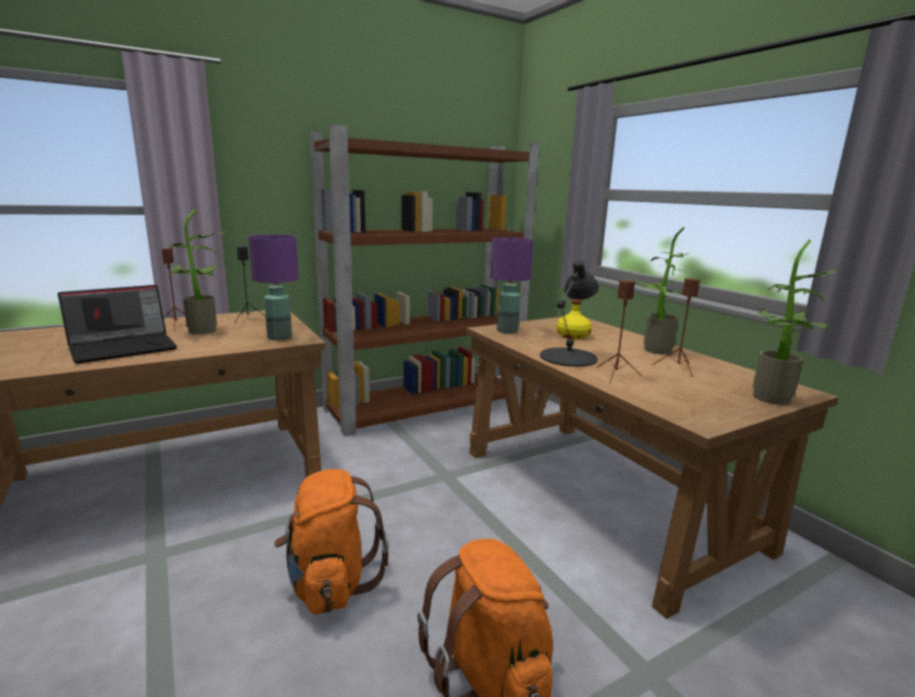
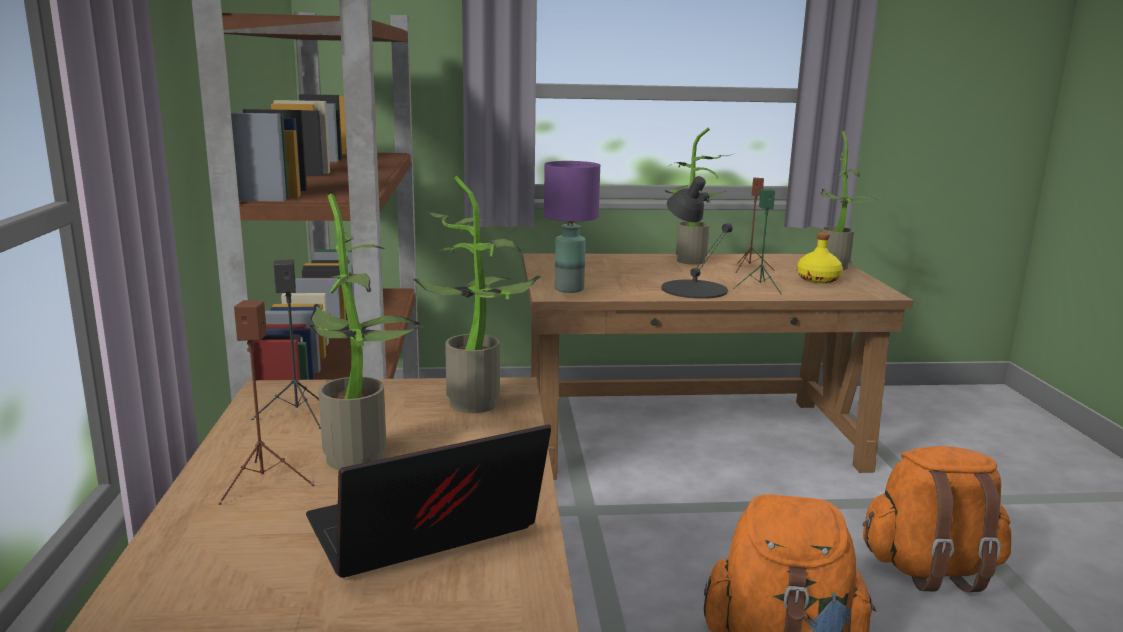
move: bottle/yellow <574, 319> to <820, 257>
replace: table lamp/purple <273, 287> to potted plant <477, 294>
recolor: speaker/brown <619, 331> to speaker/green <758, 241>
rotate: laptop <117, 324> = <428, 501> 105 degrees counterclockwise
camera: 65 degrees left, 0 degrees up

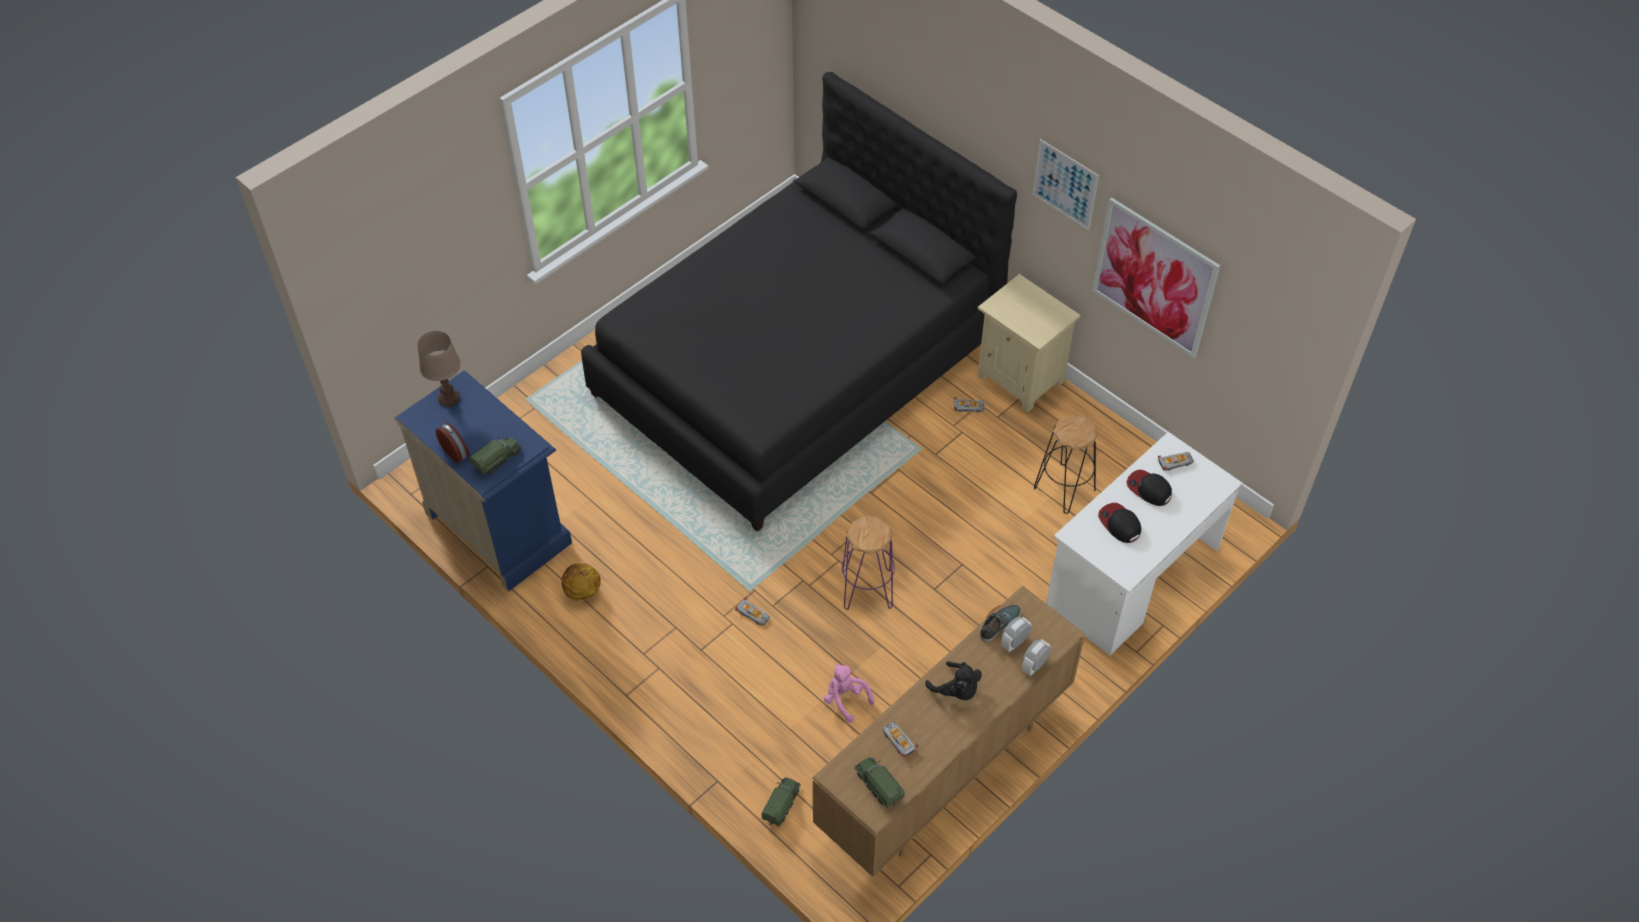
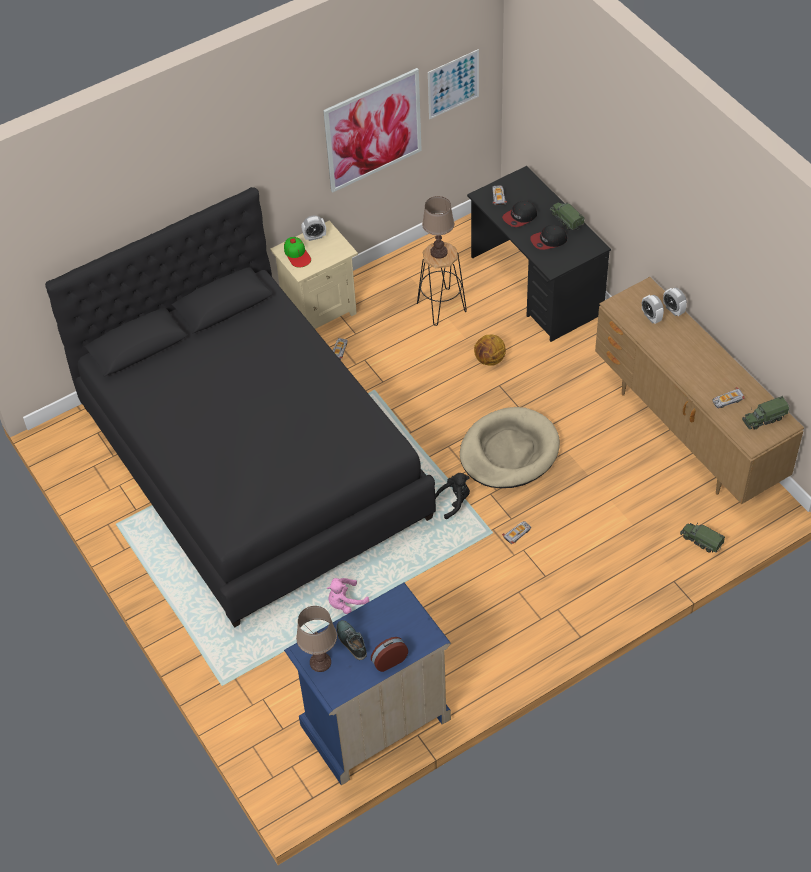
insert: cap <297, 252>; alarm clock <313, 228>; table lamp/brown <438, 227>
move: plush toy/pink <849, 693> to <348, 596>; shoe <1000, 623> to <352, 640>; picture <1065, 184> to <453, 84>; plush toy/black <953, 680> to <452, 496>; basketball <581, 582> to <490, 350>; toy truck <495, 456> to <567, 216>
replace: stool/purple <868, 563> to dog bed/beige <510, 447>
recolor: desk/white <1144, 543> to desk/black <539, 254>
camera: 75 degrees left, 0 degrees up

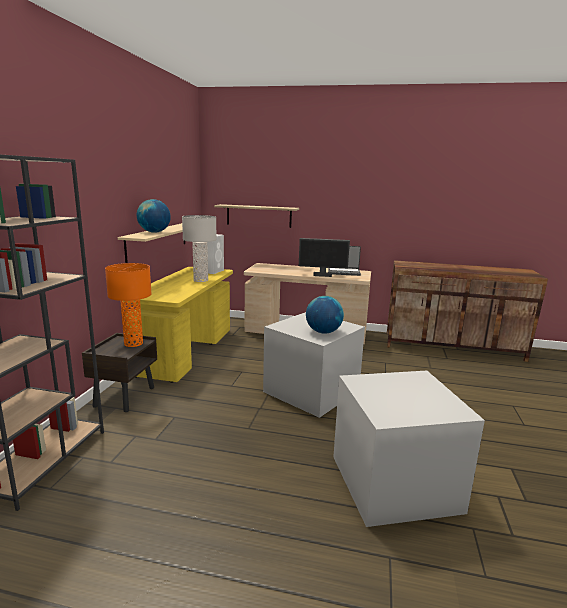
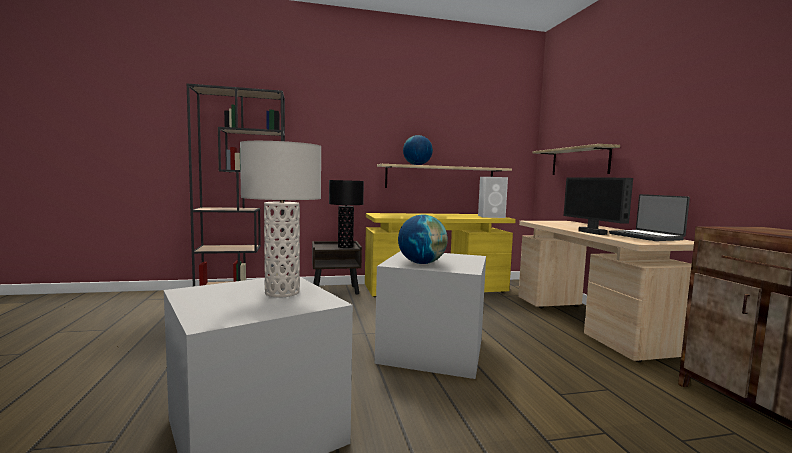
move: table lamp/white <199, 248> to <280, 219>
recolor: table lamp/orange <128, 305> to table lamp/black <346, 214>
camera: 65 degrees right, 10 degrees down

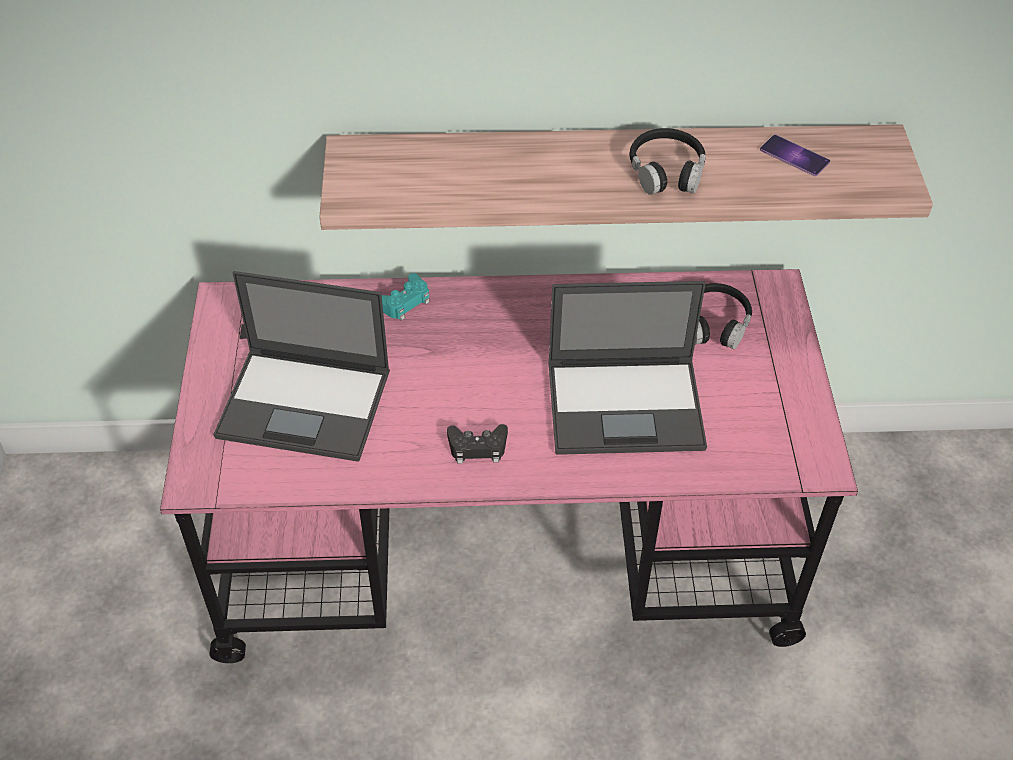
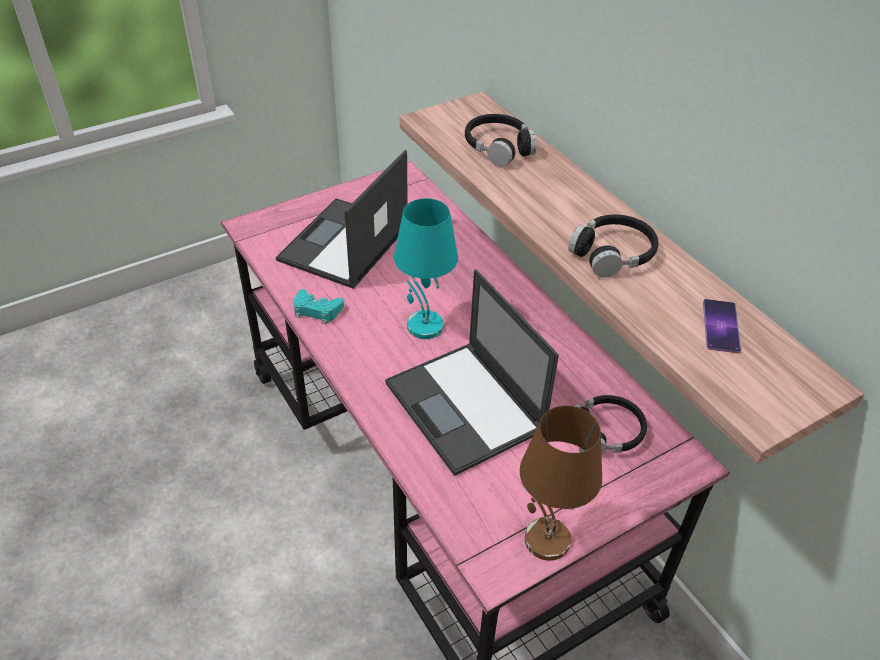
delete: game controller/black <477, 443>
insert: table lamp/turquoise <426, 268>; headphones/black <501, 140>; table lamp/brown <561, 483>
move: game controller/turquoise <406, 296> to <319, 306>
rotate: laptop <301, 366> = <341, 219> 45 degrees clockwise
camera: 60 degrees right, 5 degrees down

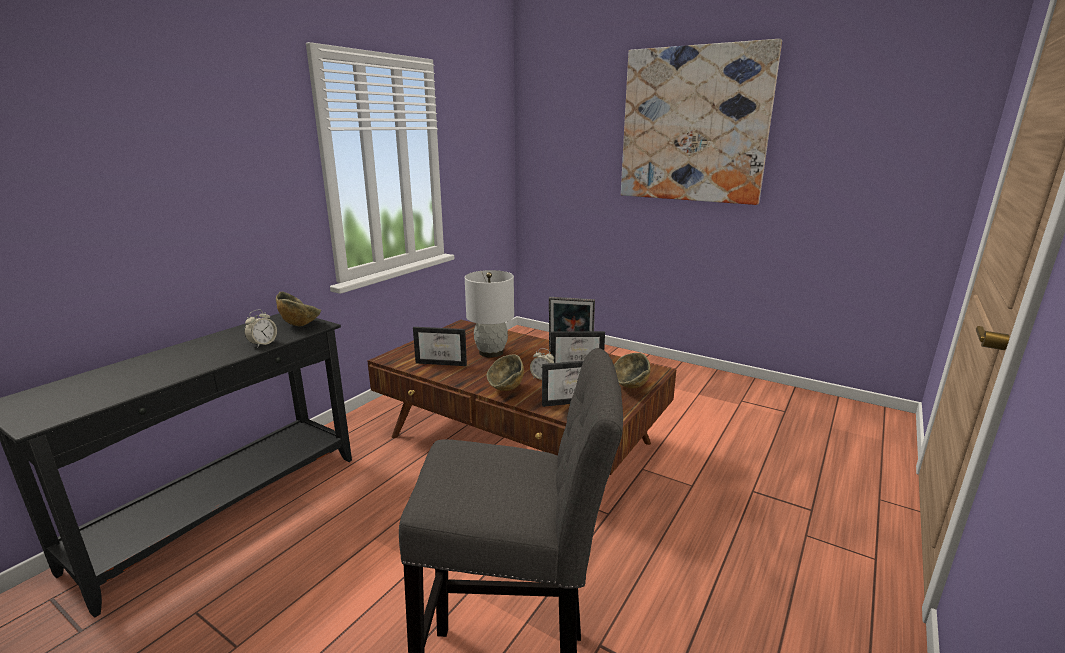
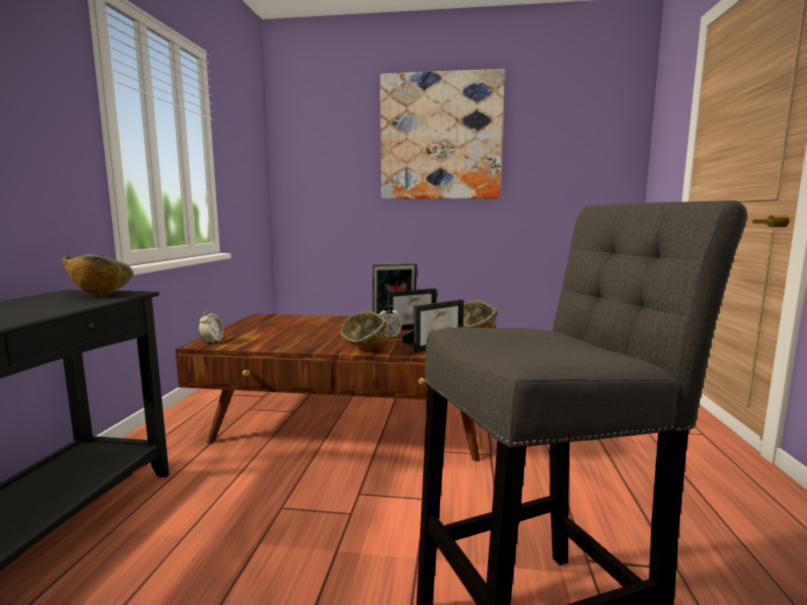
delete: picture frame <440, 346>; table lamp/white <489, 314>
move: alarm clock <260, 329> to <211, 327>
camera: 25 degrees left, 10 degrees down

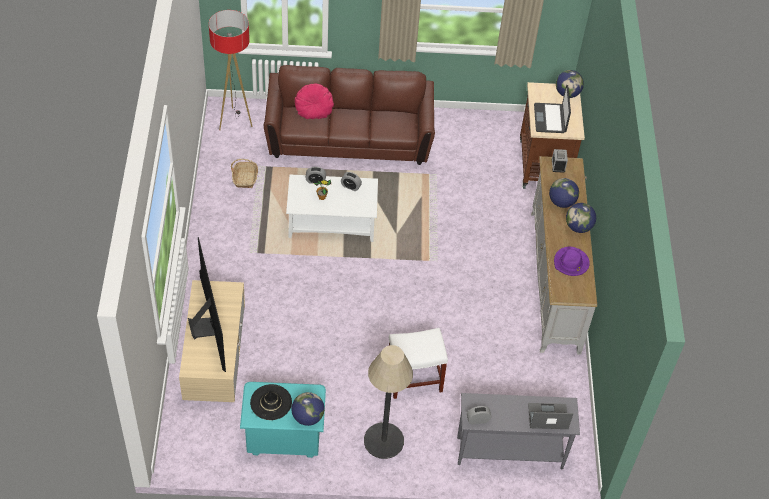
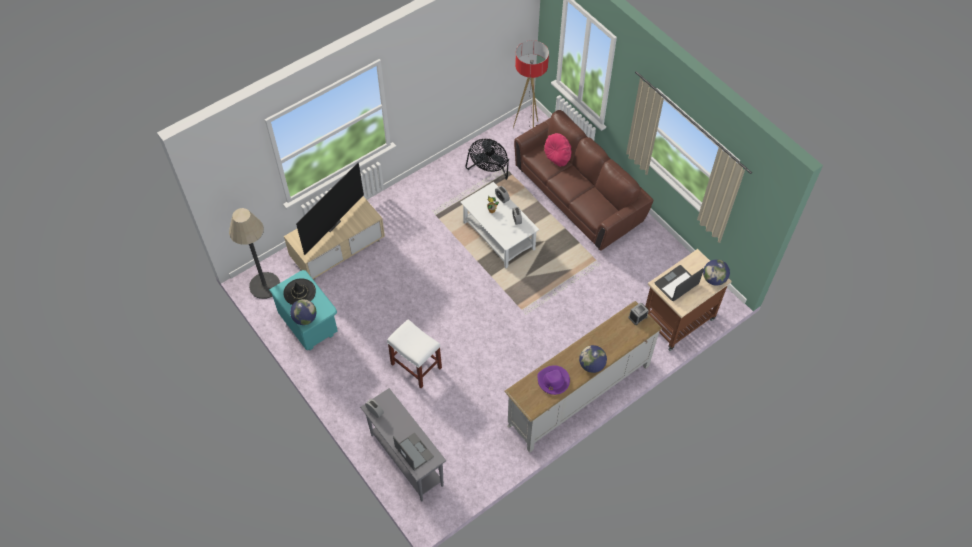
delete: globe <564, 193>
move: floor lamp <388, 402> to <254, 253>
replace: basket <244, 173> to fan/black <487, 159>
camera: 55 degrees right, 5 degrees up

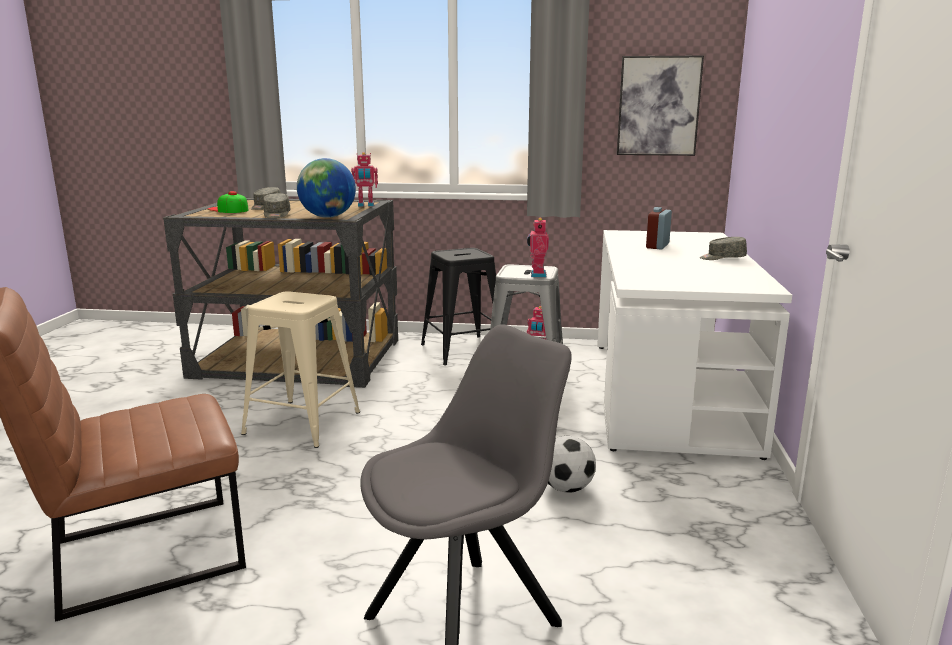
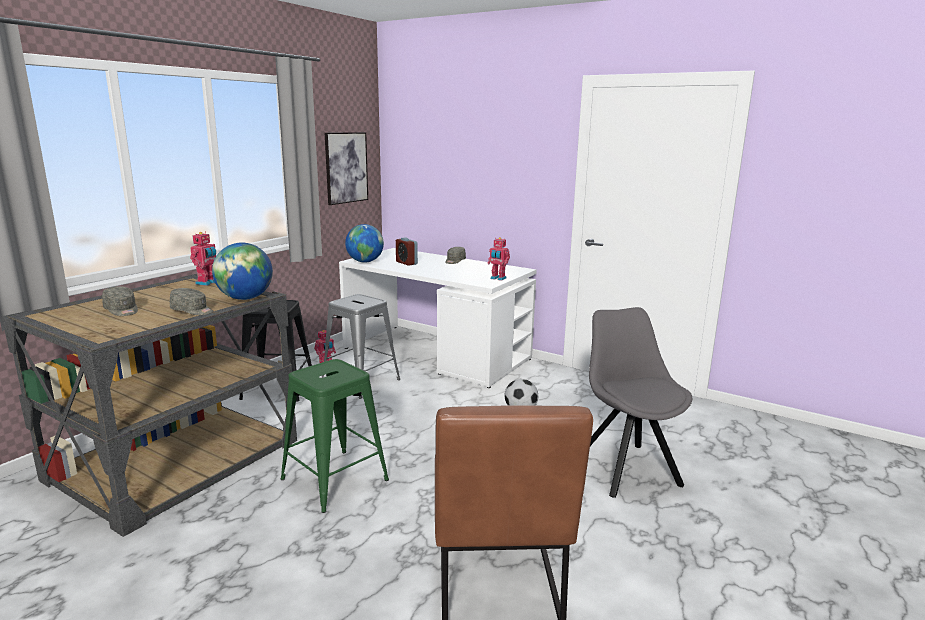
delete: cap <228, 202>
insert: globe <364, 243>
move: toy robot <538, 247> to <499, 259>
recolor: stool/beige <300, 370> to stool/green <335, 436>
camera: 65 degrees left, 0 degrees up

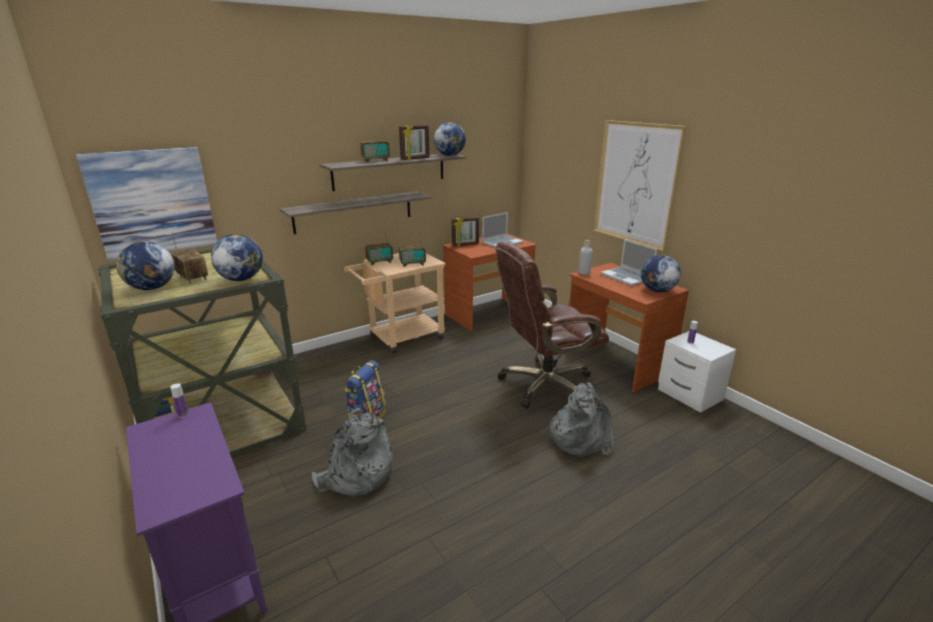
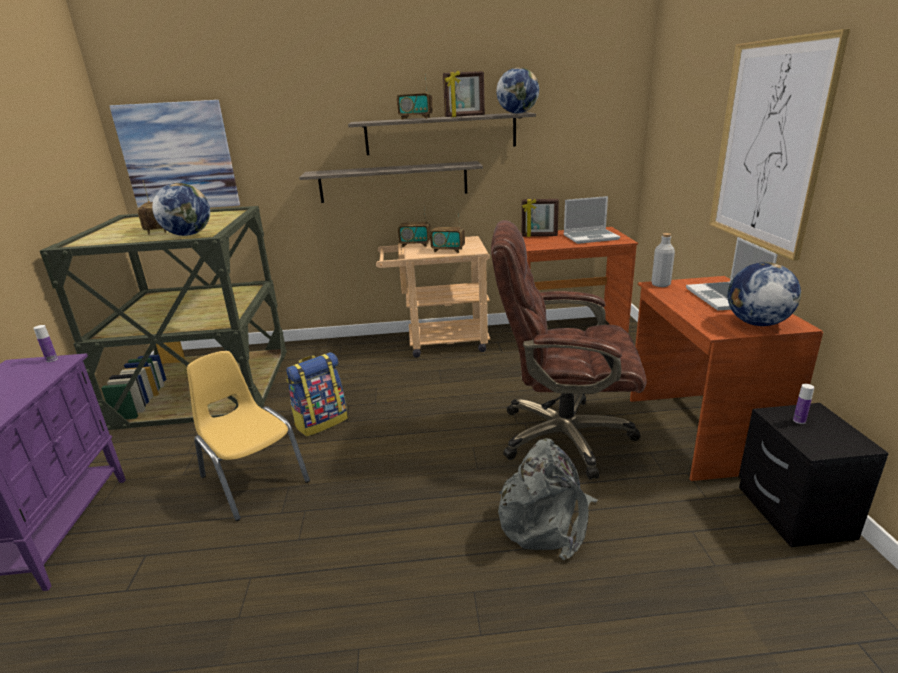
delete: globe <145, 265>
replace: backpack/grey <352, 452> to chair/yellow <248, 436>
recolor: nightstand/white <697, 372> to nightstand/black <814, 475>
camera: 30 degrees right, 0 degrees up

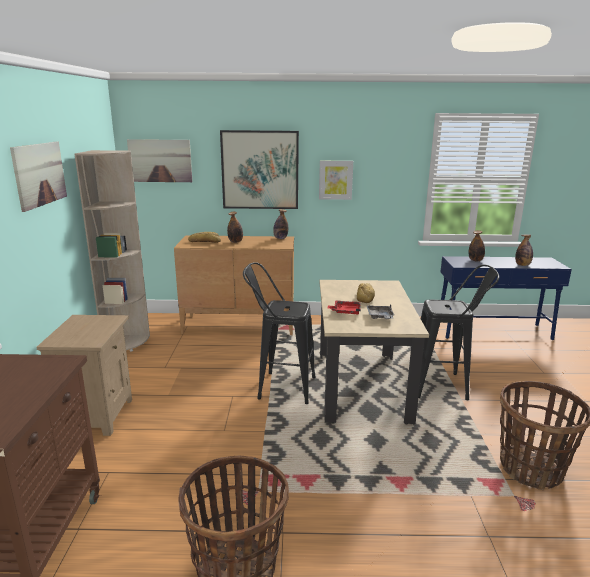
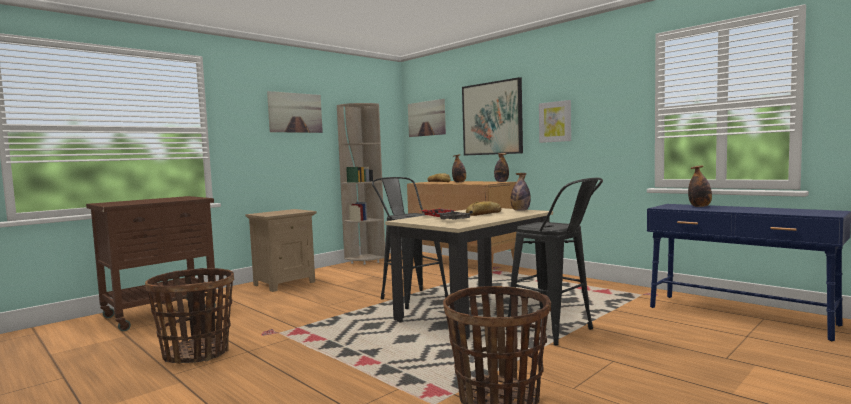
move: bottle <524, 250> to <521, 192>
camera: 45 degrees right, 15 degrees down

